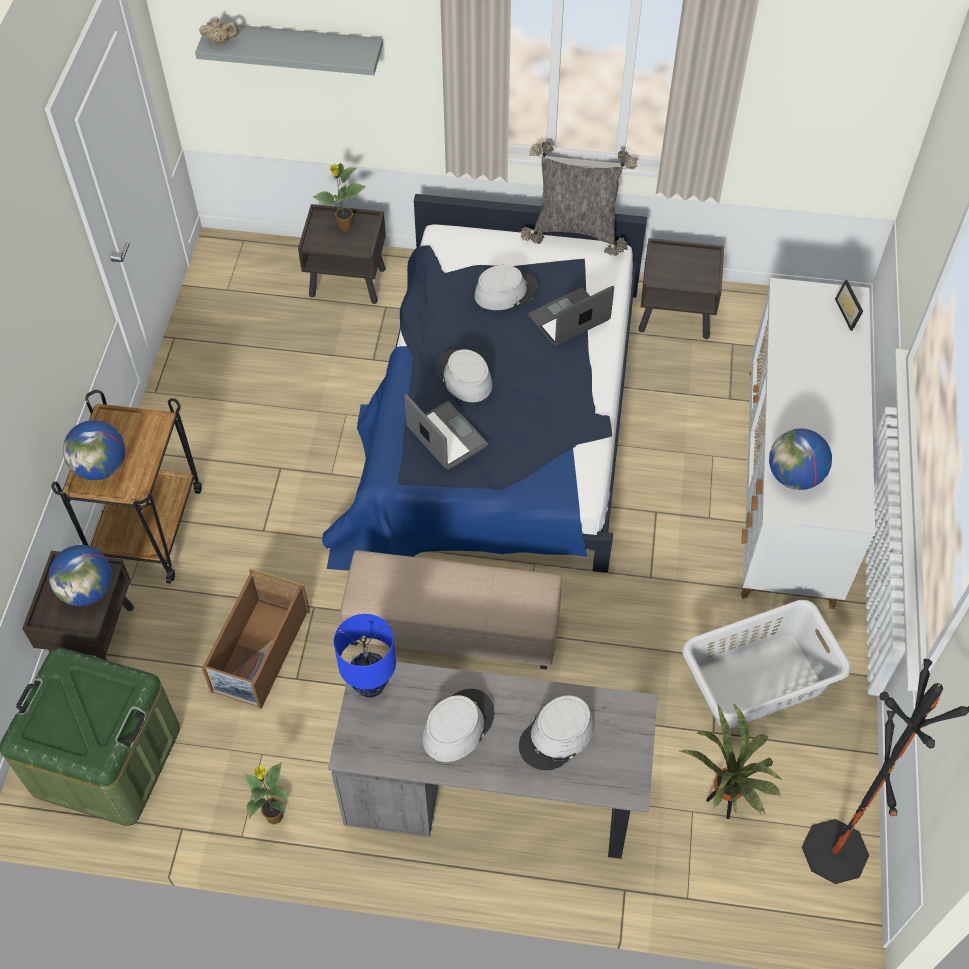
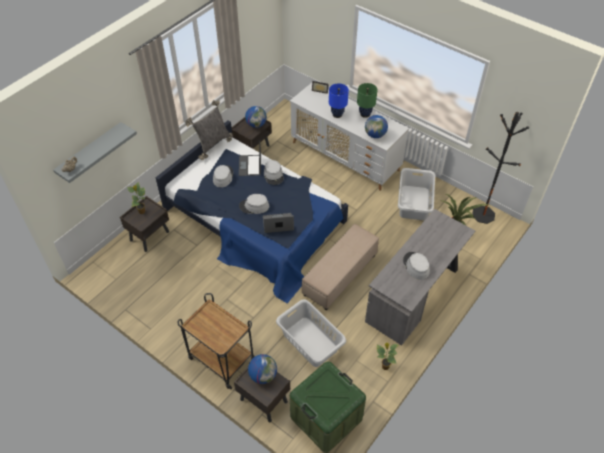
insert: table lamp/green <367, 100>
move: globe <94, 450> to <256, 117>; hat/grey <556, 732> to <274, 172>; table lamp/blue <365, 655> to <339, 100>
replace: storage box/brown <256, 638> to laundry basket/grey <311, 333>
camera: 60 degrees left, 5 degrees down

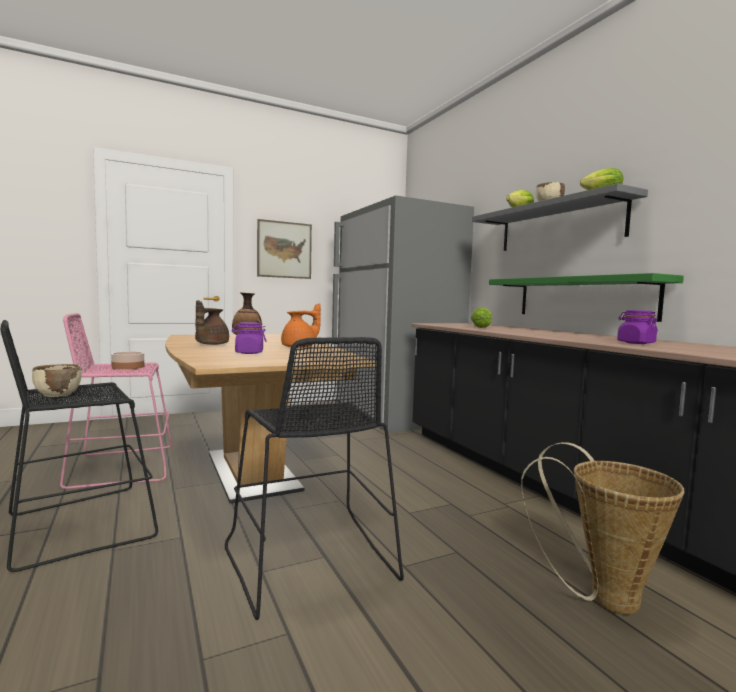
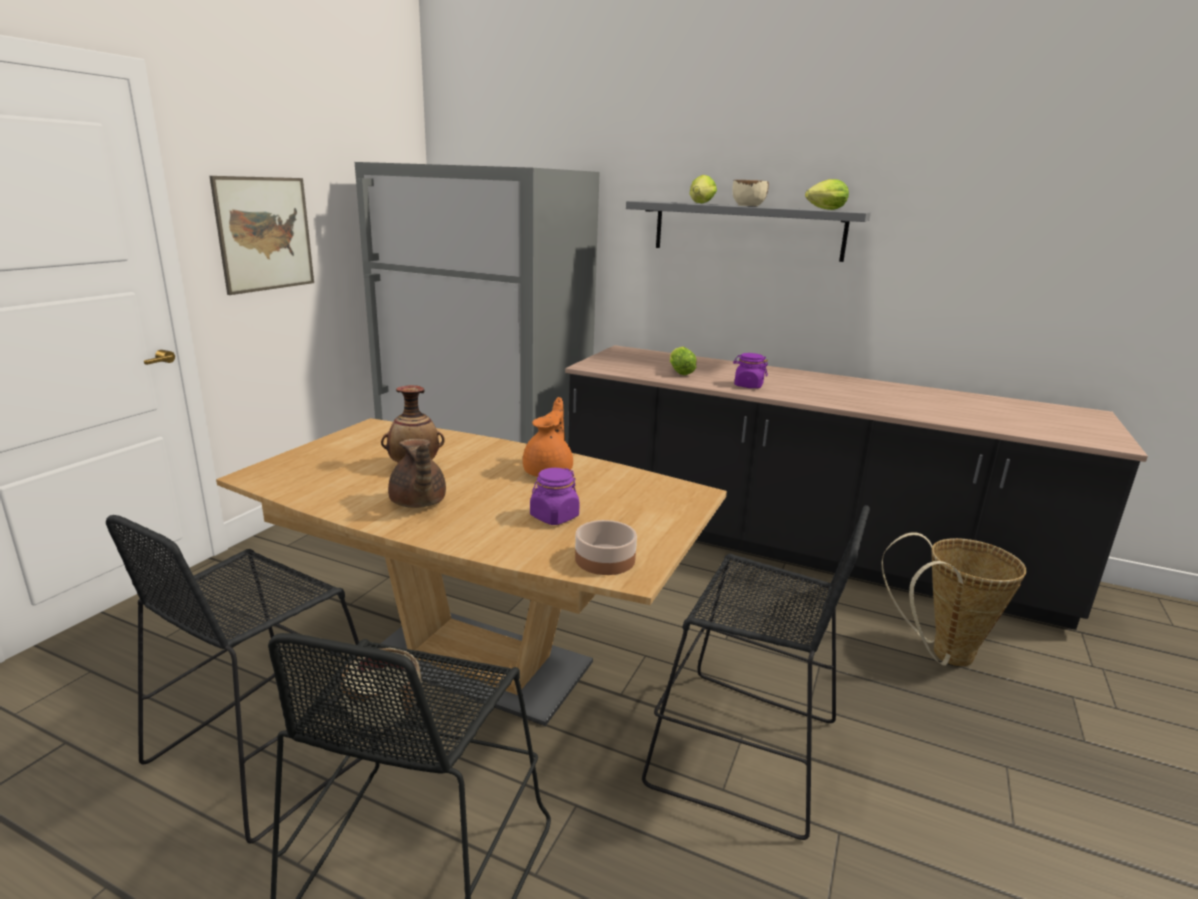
delete: shelf/green <586, 297>
move: bowl <127, 360> to <606, 547>; jar/purple <637, 327> to <750, 370>
recolor: stool/pink <116, 401> to stool/black <248, 679>
camera: 40 degrees left, 15 degrees up

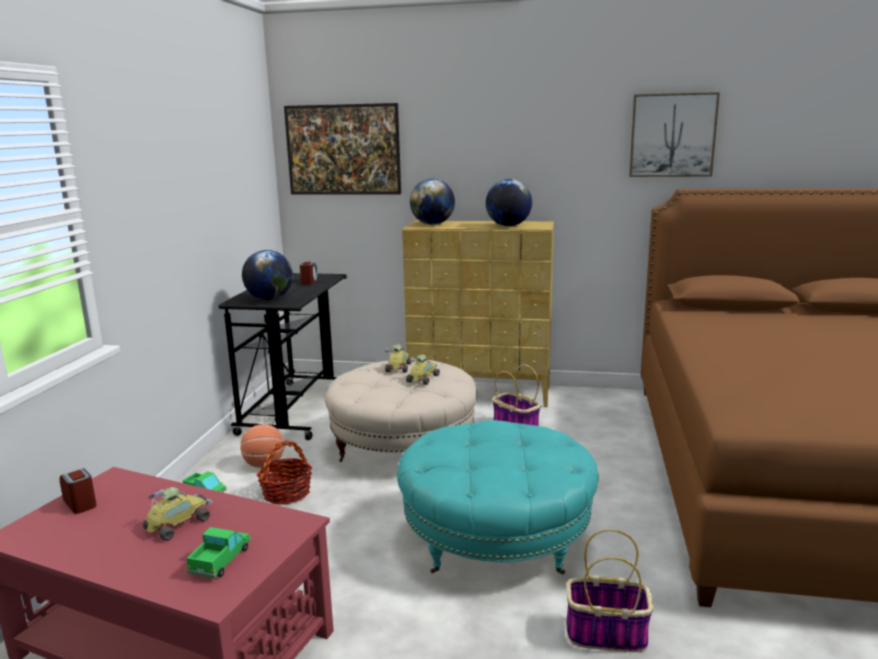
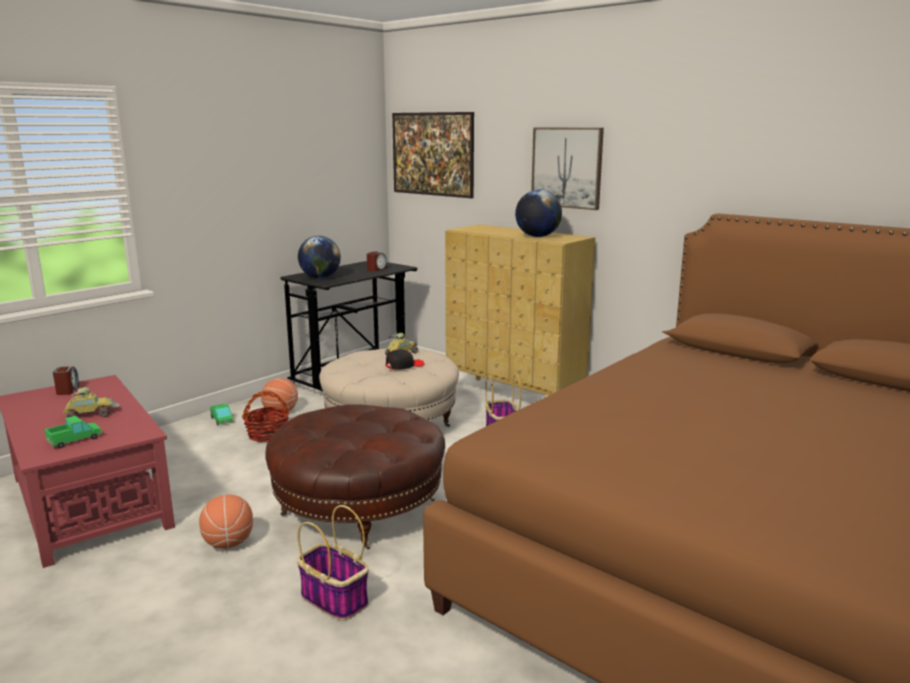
delete: globe <432, 202>
insert: basketball <226, 522>
move: picture <674, 134> to <567, 168>
replace: toy car <423, 370> to cap/black <405, 359>
recolor: ottoman/turquoise <498, 497> to ottoman/brown <355, 477>
camera: 30 degrees right, 0 degrees up

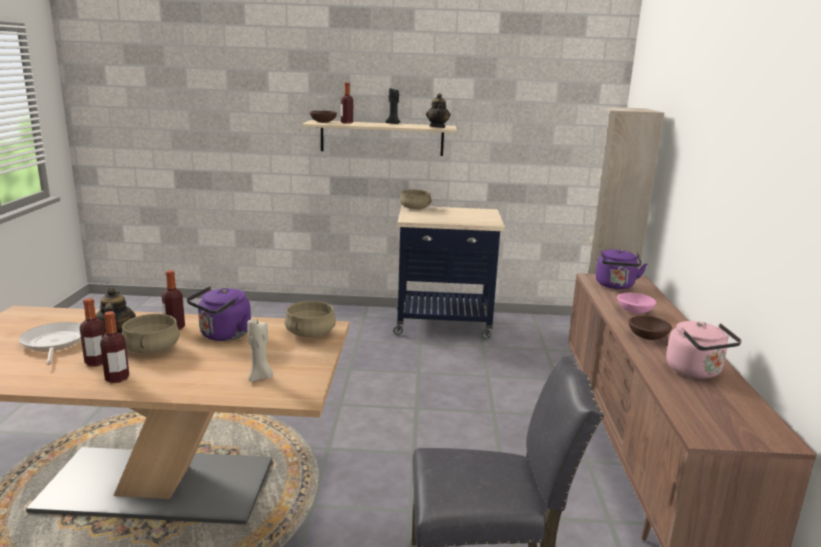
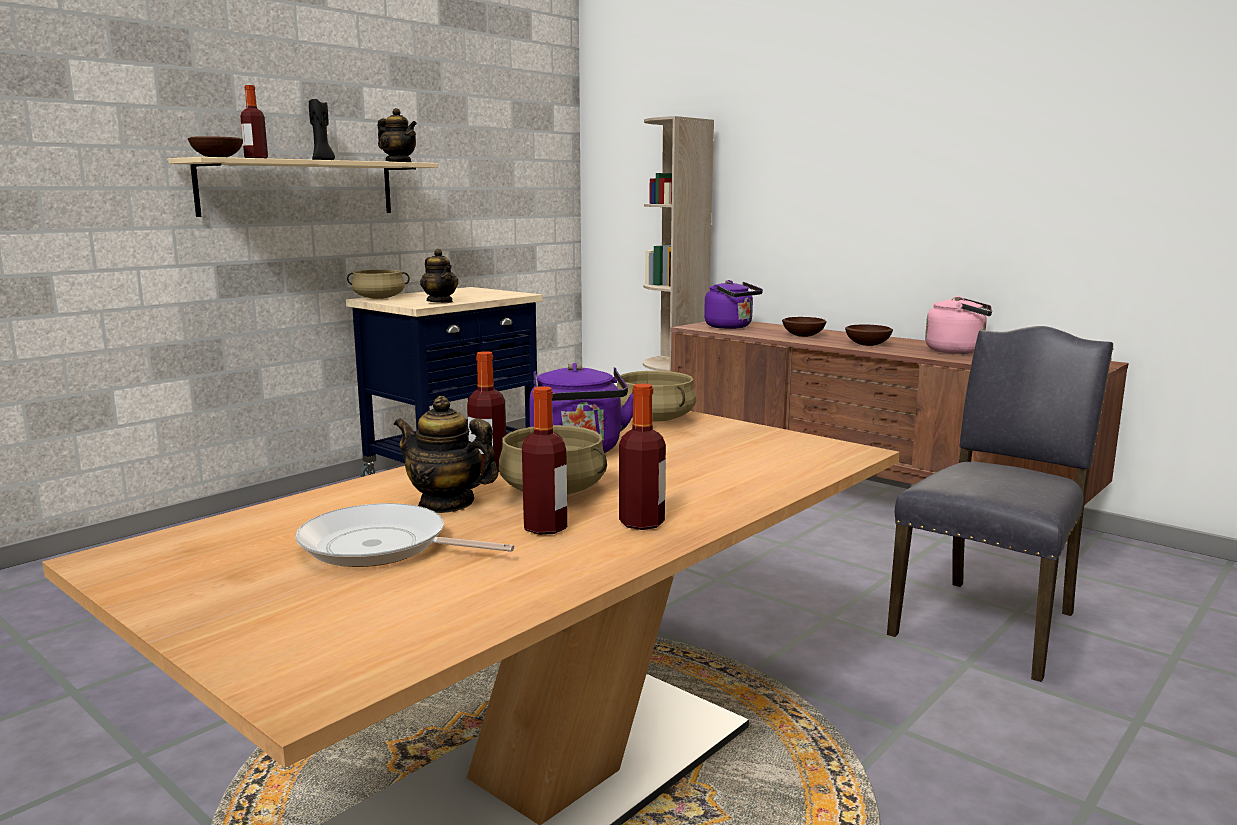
delete: candle/beige <260, 350>
insert: teapot <439, 276>
recolor: bowl/pink <636, 303> to bowl/brown <804, 327>
camera: 50 degrees left, 5 degrees down

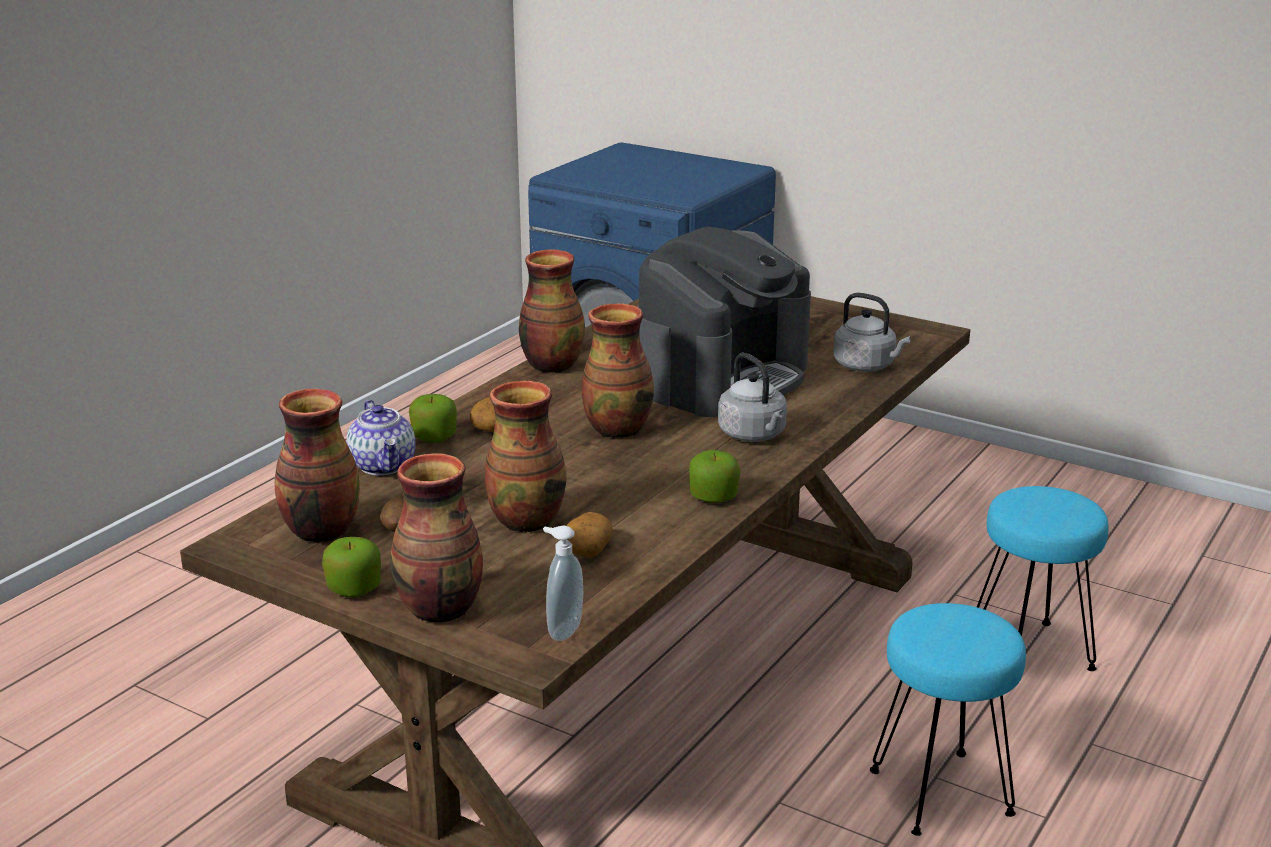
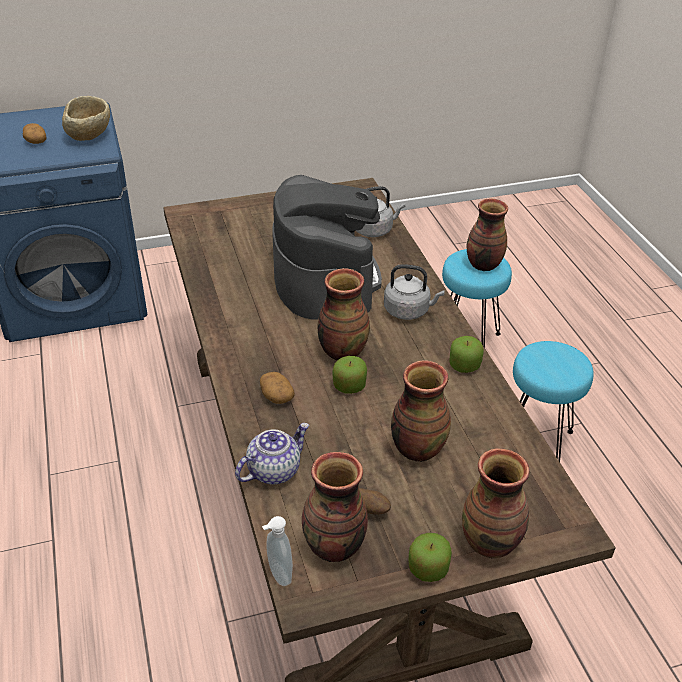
insert: bowl/beige <86, 118>
move: potato <589, 534> to <35, 133>; soap dispenser <563, 583> to <277, 551>; apple <433, 418> to <349, 375>; vase <552, 311> to <487, 234>
rotate: teapot <380, 437> = <272, 454> 60 degrees counterclockwise
camera: 50 degrees left, 15 degrees up

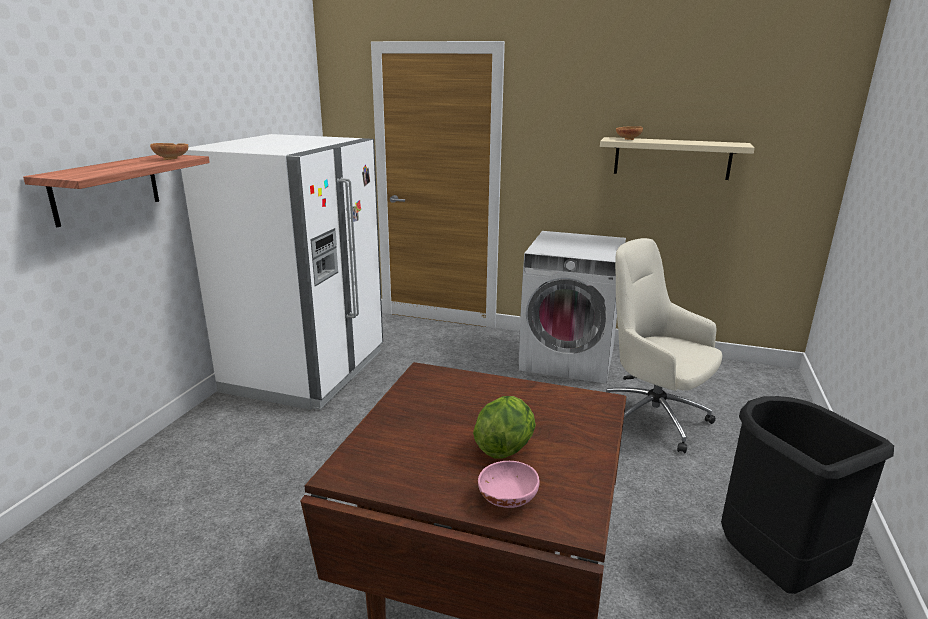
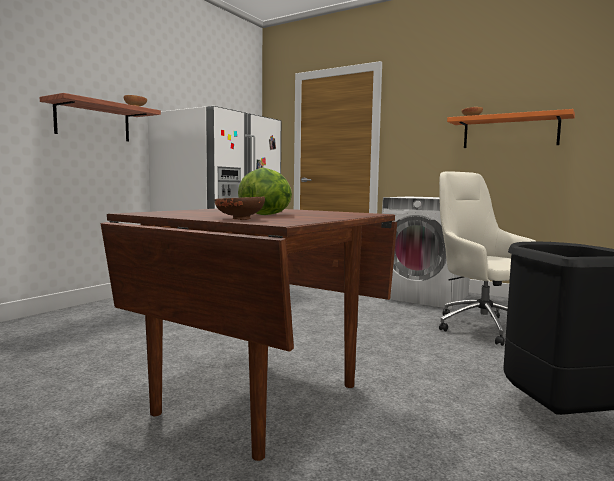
recolor: bowl/pink <509, 484> to bowl/brown <240, 208>; shelf/beige <677, 158> to shelf/orange <511, 128>
camera: 15 degrees right, 15 degrees down

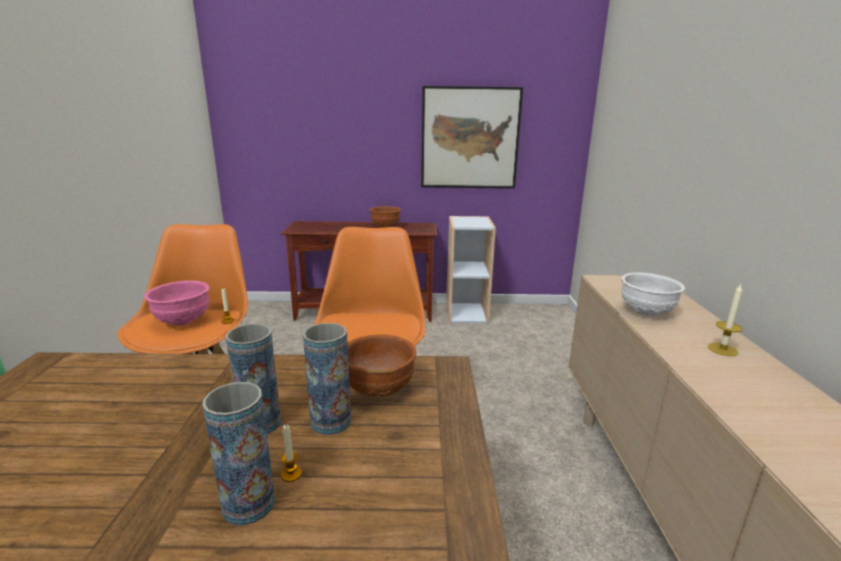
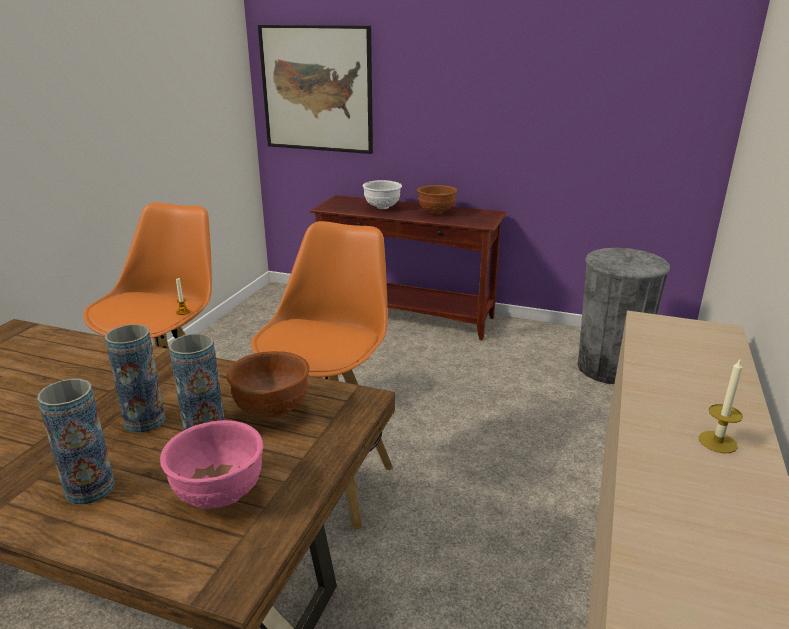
delete: candle <291, 453>; bookcase <471, 269>
insert: trash can/grey <624, 316>
move: bowl/pink <177, 303> to <211, 464>; picture <472, 137> to <315, 89>; bowl/white <653, 294> to <382, 194>
camera: 20 degrees right, 5 degrees up

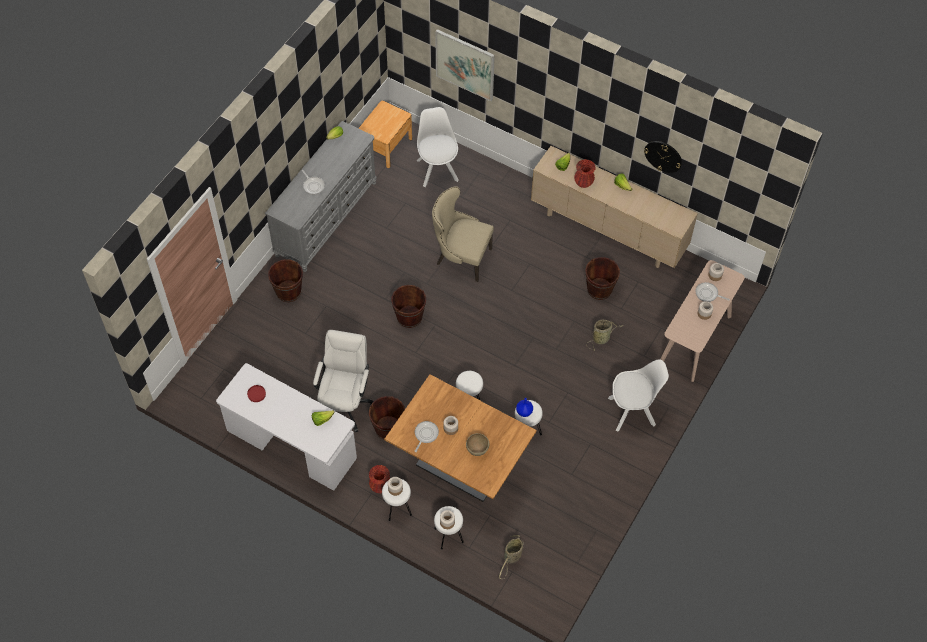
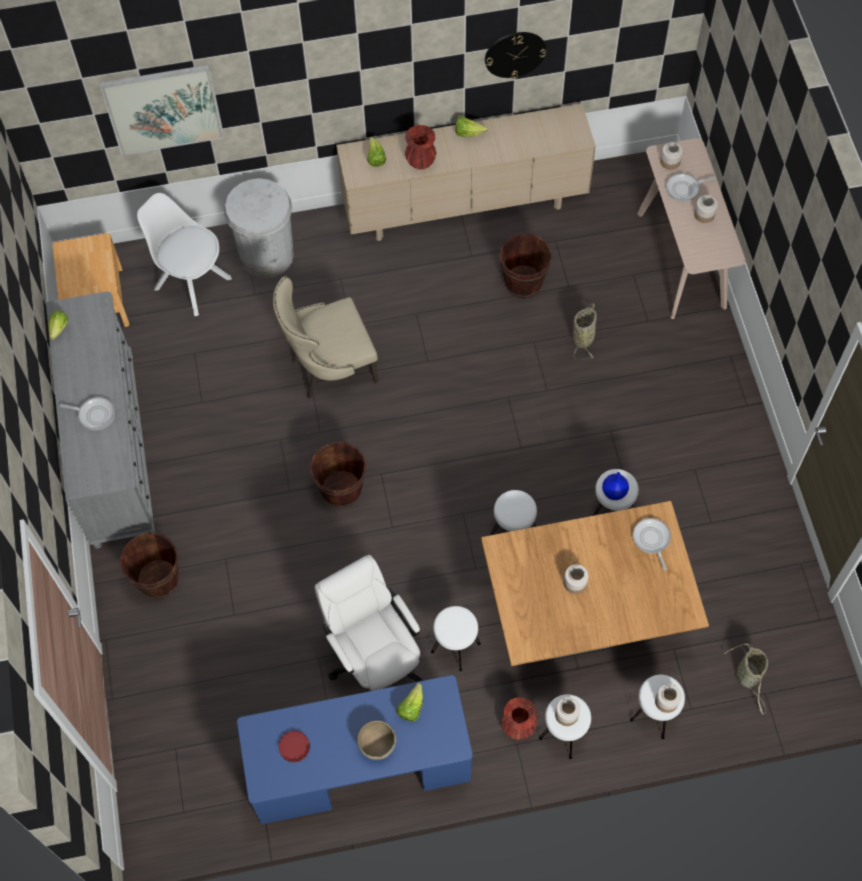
delete: chair/white <638, 395>
insert: trash can/white <259, 228>
move: bowl/brown <478, 444> to <376, 740>; frying pan <427, 436> to <652, 544>
replace: bucket/brown <387, 418> to stool/white <456, 638>
recolor: desk/white <286, 427> to desk/blue <355, 749>
camera: 40 degrees left, 5 degrees up

